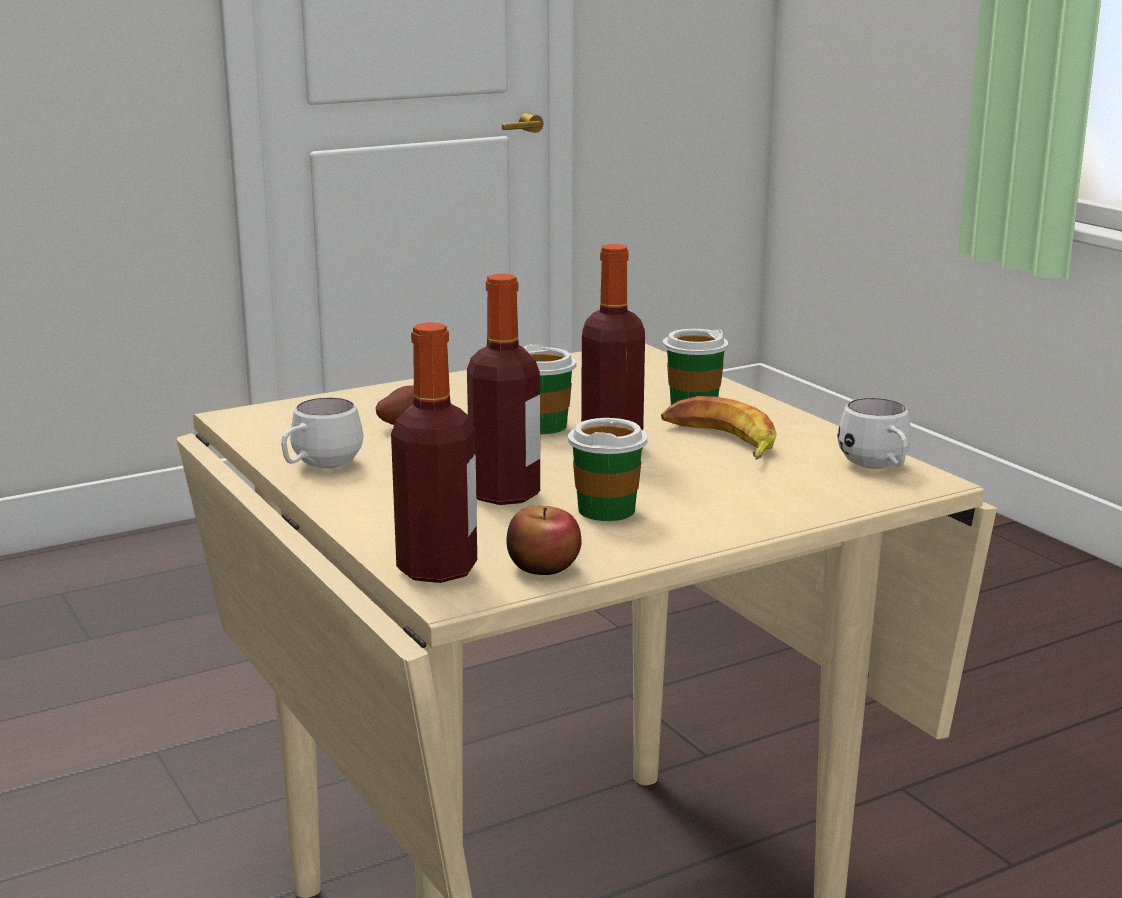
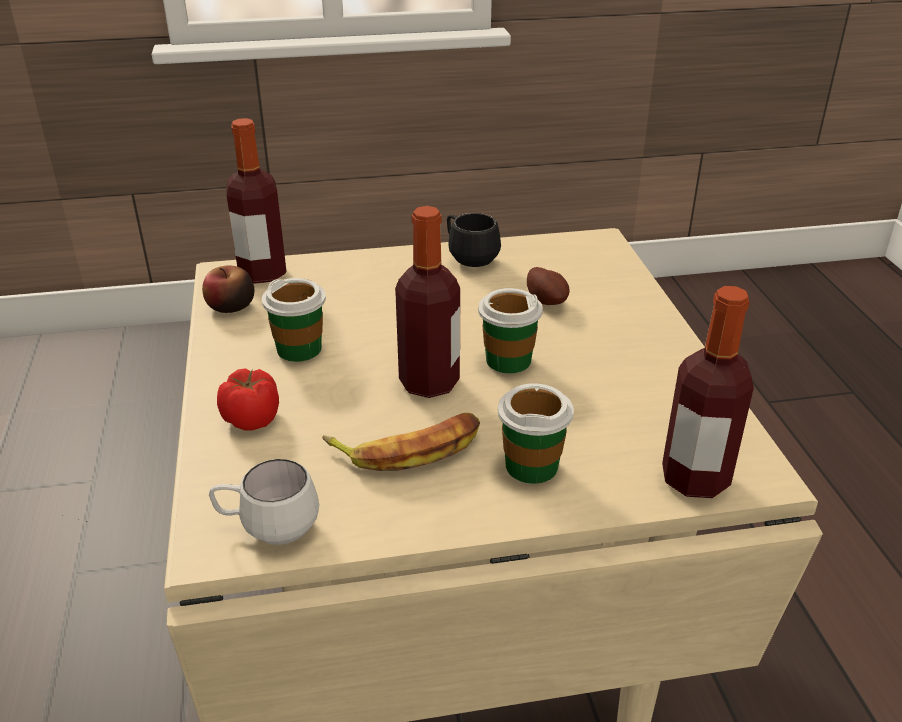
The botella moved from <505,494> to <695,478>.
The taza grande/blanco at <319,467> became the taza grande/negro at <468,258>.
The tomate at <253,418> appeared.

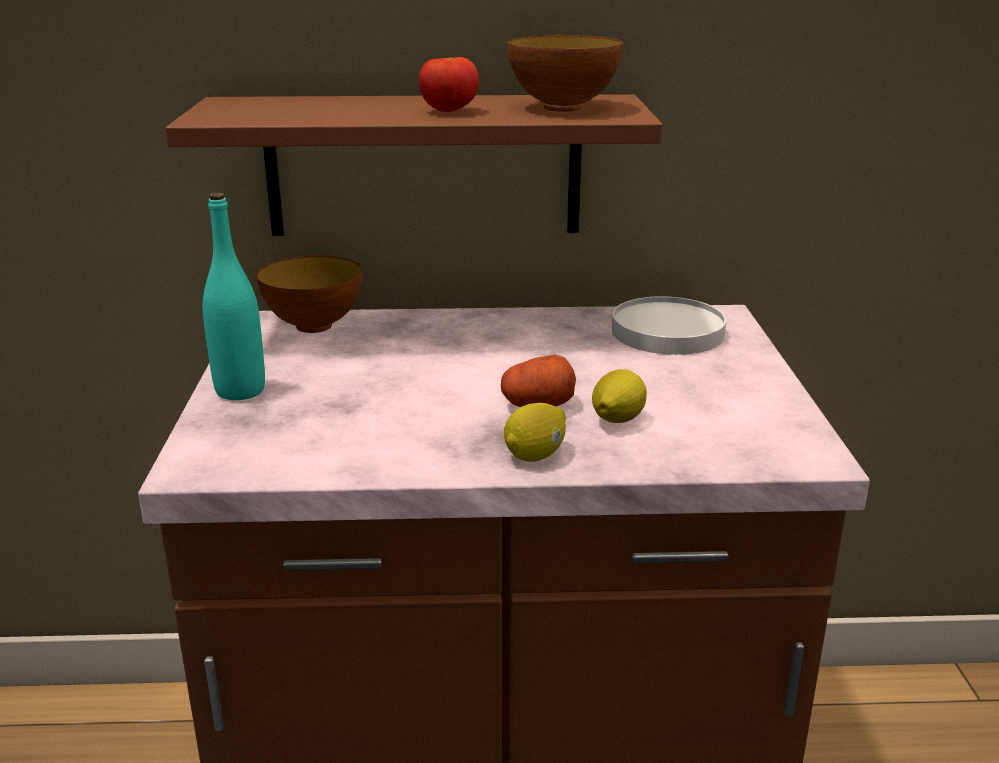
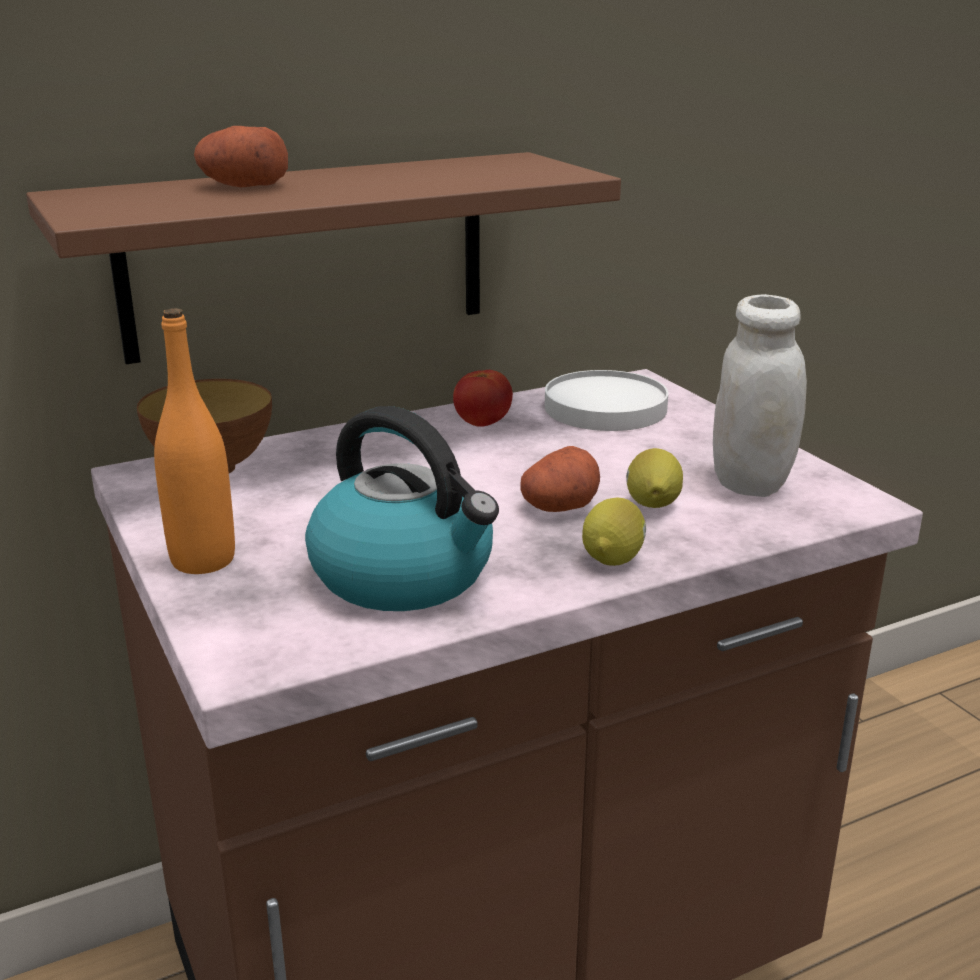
The cuenco at <563,108> disappeared.
The tomate moved from <449,111> to <482,424>.
The botella/turquesa at <240,390> became the botella/naranja at <203,560>.
The patata at <242,186> appeared.
The tarro/blanco at <750,483> appeared.
The hervidor at <405,575> appeared.

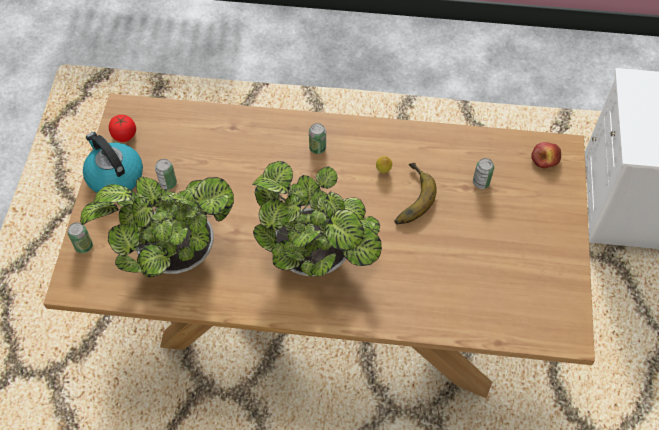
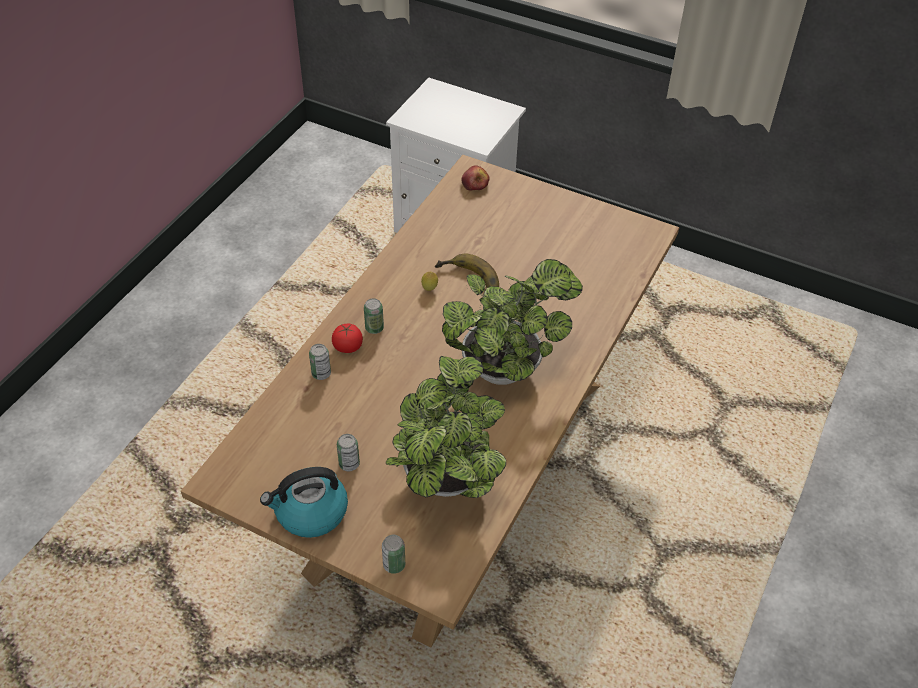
The tomate moved from <124,135> to <348,347>.
The lata moved from <481,182> to <321,374>.

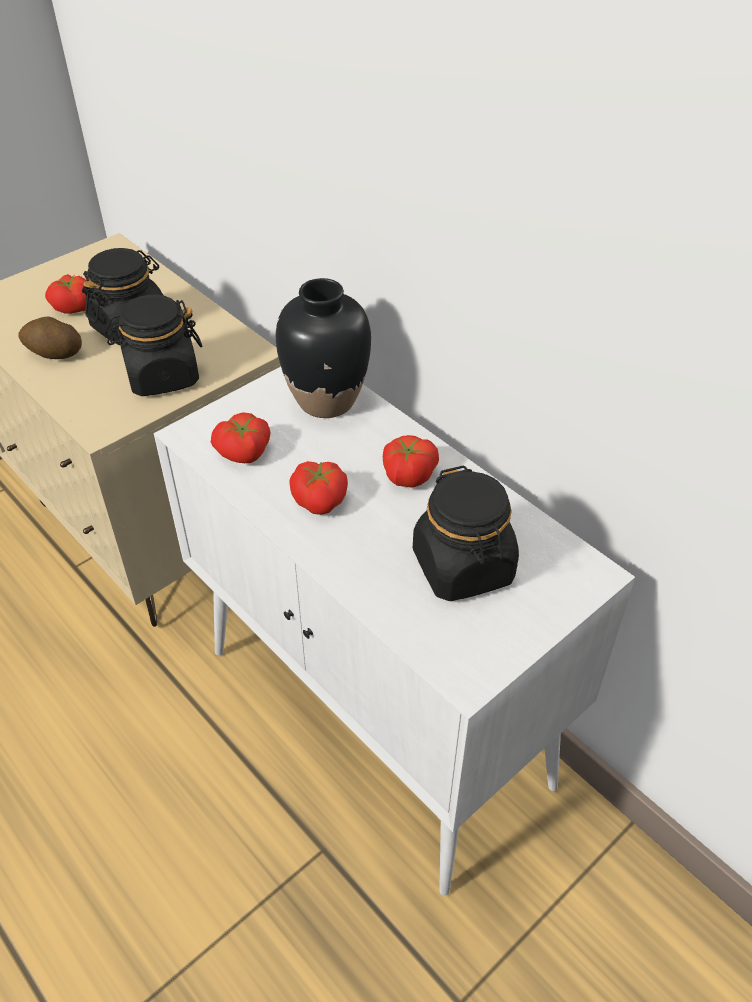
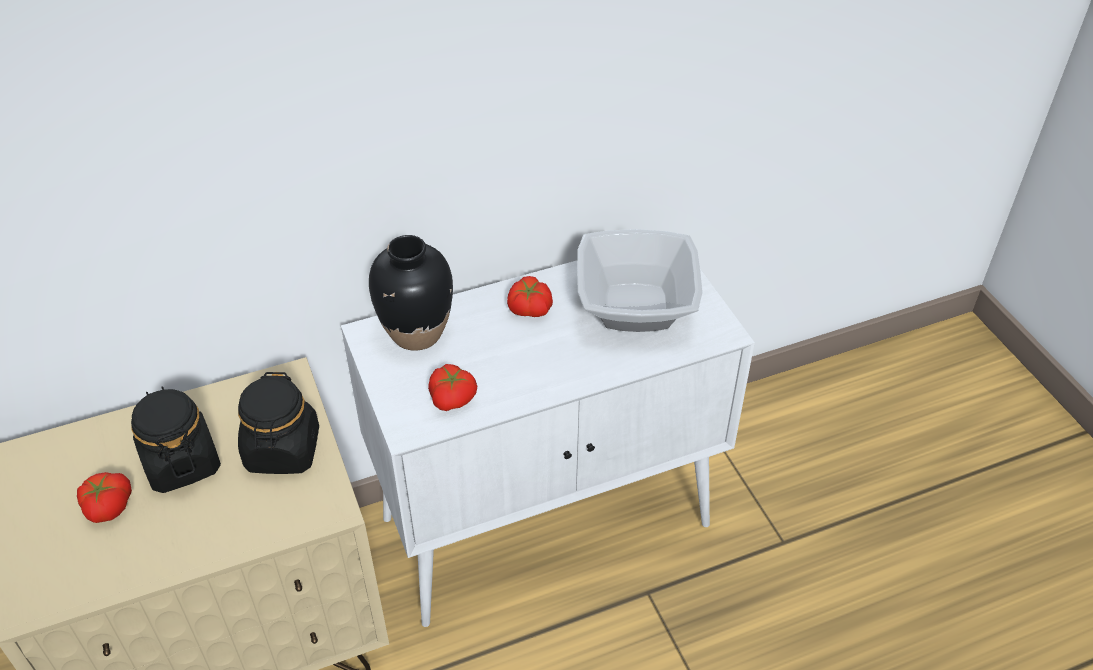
The patata at <54,353> disappeared.
The tomate at <321,499> disappeared.
The tarro/negro at <463,567> was replaced by the cuenco at <633,307>.

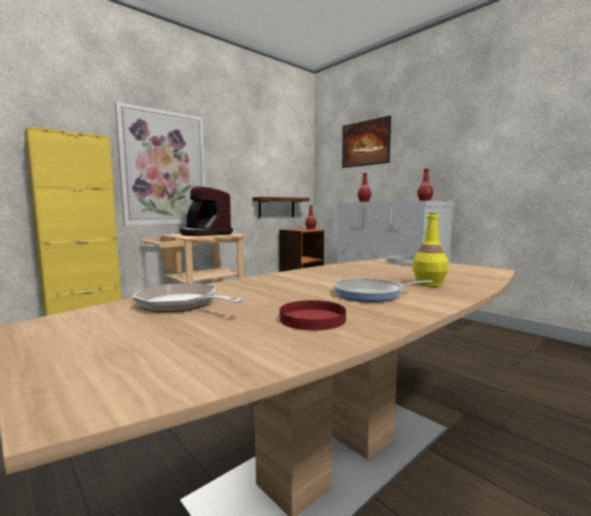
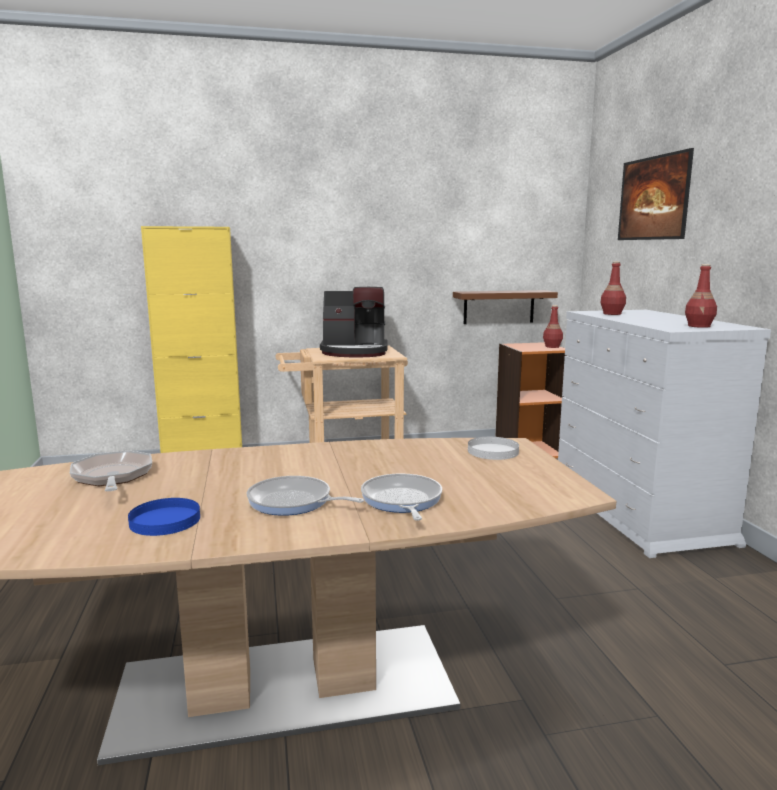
The cuadro at <164,169> disappeared.
The cafetera at <204,234> turned 75 degrees counterclockwise.
The botella/amarillo at <429,284> was replaced by the sartén at <401,501>.
The plato/rojo at <313,318> became the plato/azul at <165,520>.

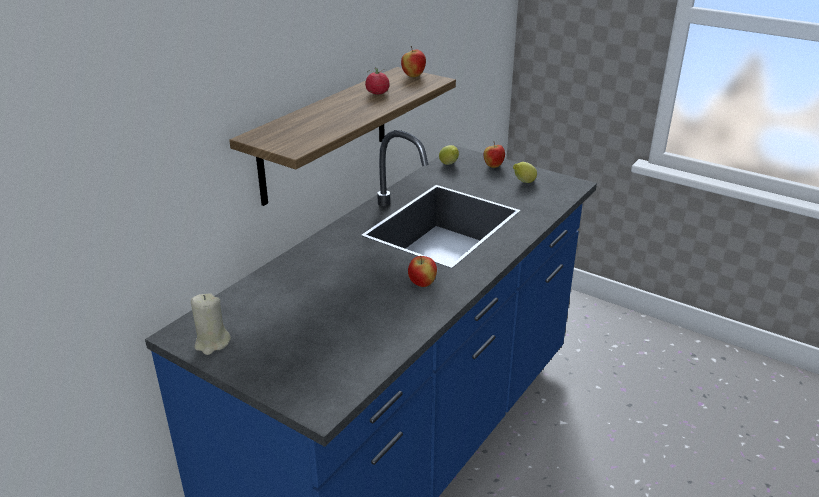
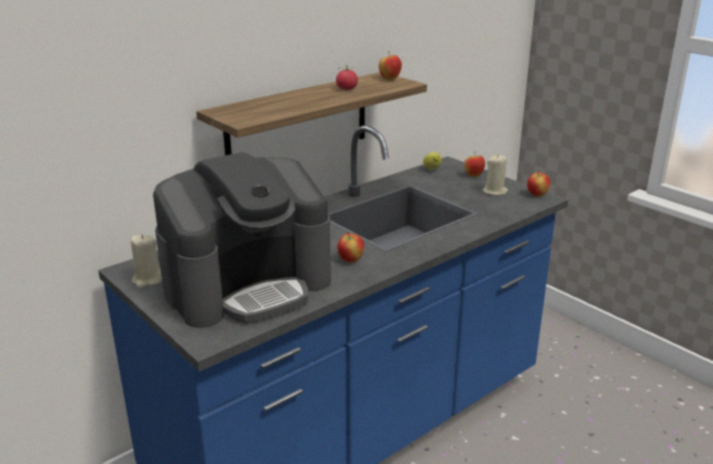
The limón at <523,182> was replaced by the vela/beis at <495,191>.
The cafetera at <248,285> appeared.
The manzana at <537,195> appeared.

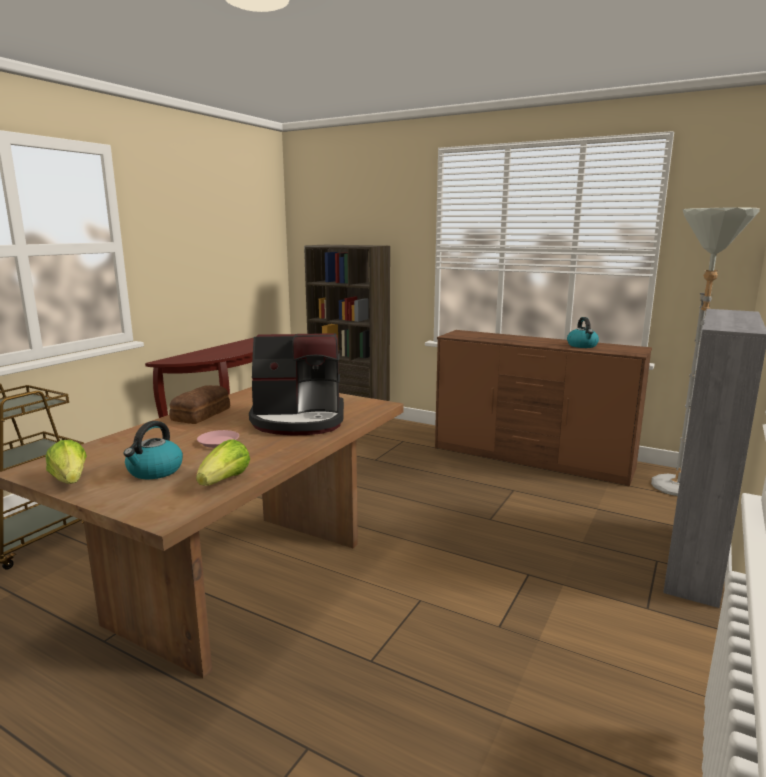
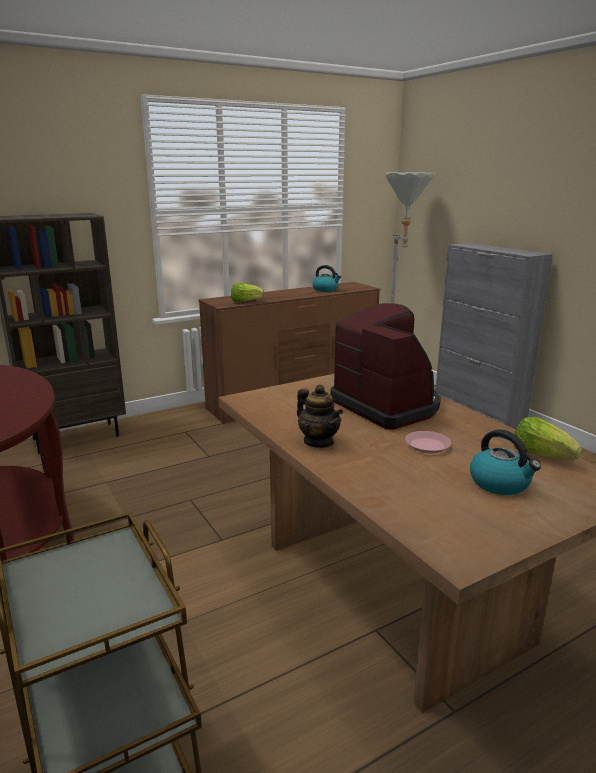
The cafetera at <299,420> turned 60 degrees counterclockwise.
The pan at <203,414> was replaced by the tetera at <319,442>.
The lechuga moved from <70,480> to <245,302>.

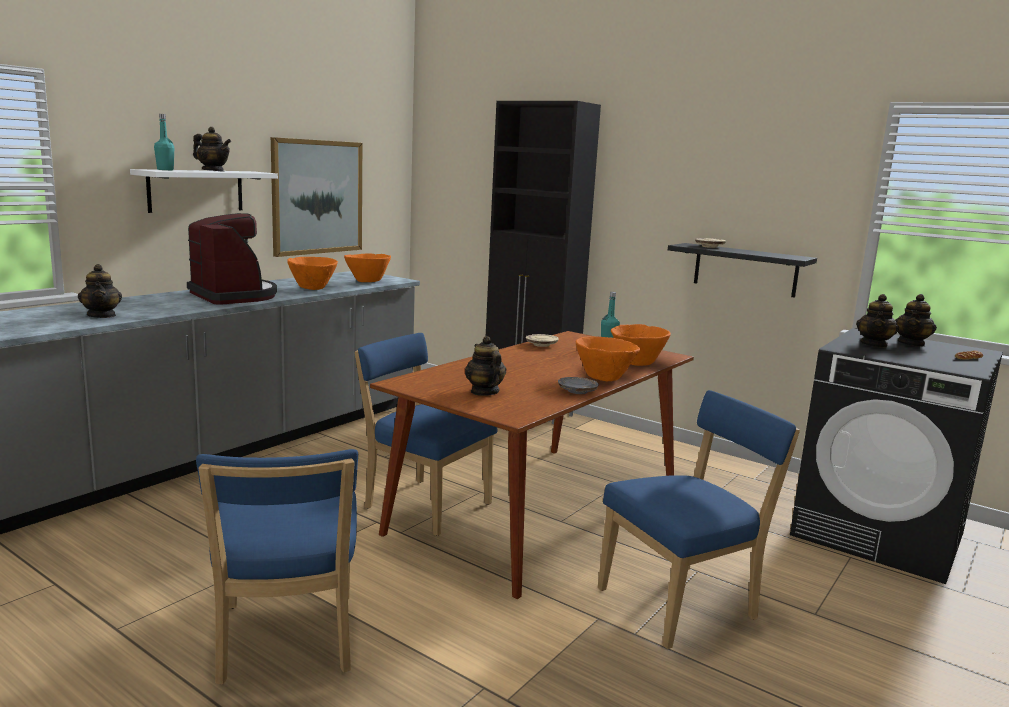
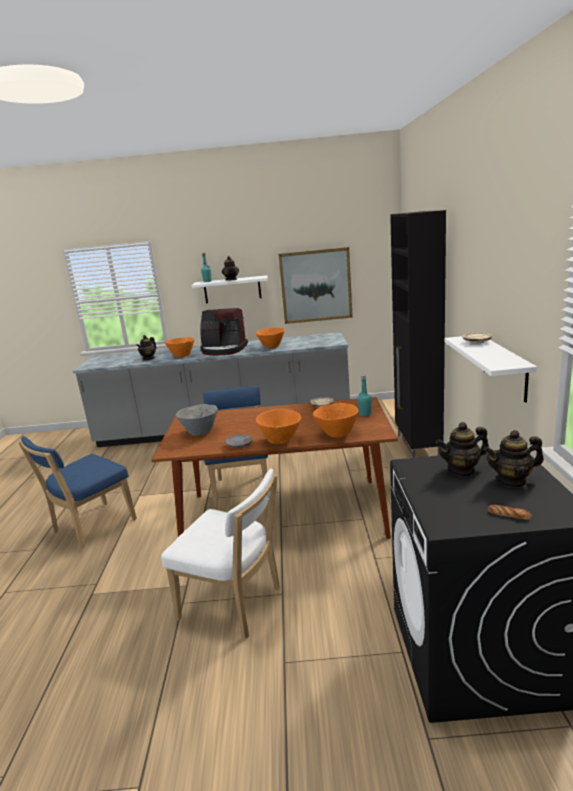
The cafetera at <234,296> turned 90 degrees clockwise.
The estante/negro at <745,270> became the estante/blanco at <504,367>.
The cuenco/naranja moved from <367,281> to <182,356>.
The tetera at <484,392> was replaced by the cuenco/gris at <200,432>.
The silla/azul at <683,603> became the silla/blanco at <234,605>.

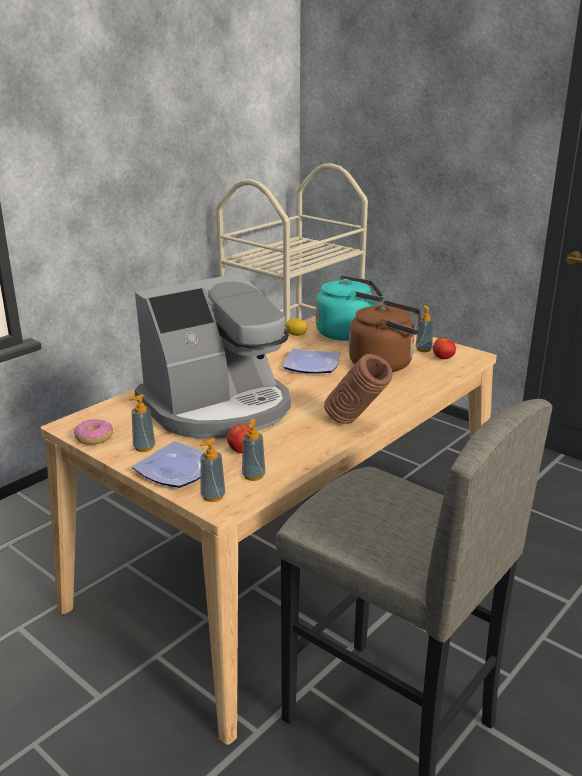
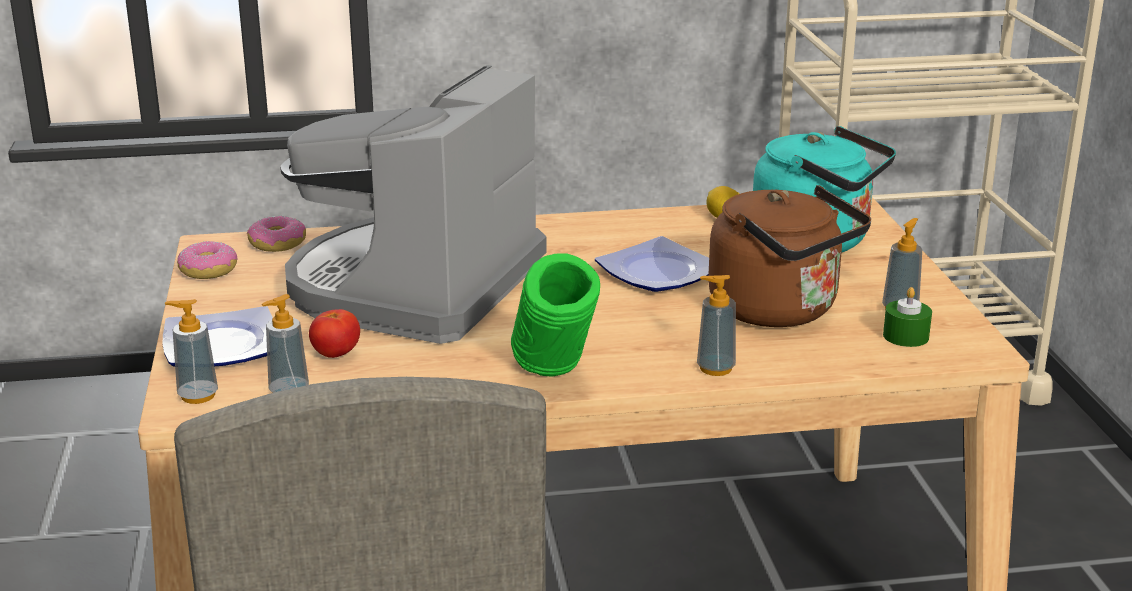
The cafetera at <218,408> turned 105 degrees clockwise.
The tomate at <443,358> was replaced by the vela/verde at <905,336>.
The florero/marrón at <356,424> became the florero/verde at <554,381>.
The dispensador de jabón moved from <144,447> to <715,368>.
The rosquilla at <277,244> appeared.

